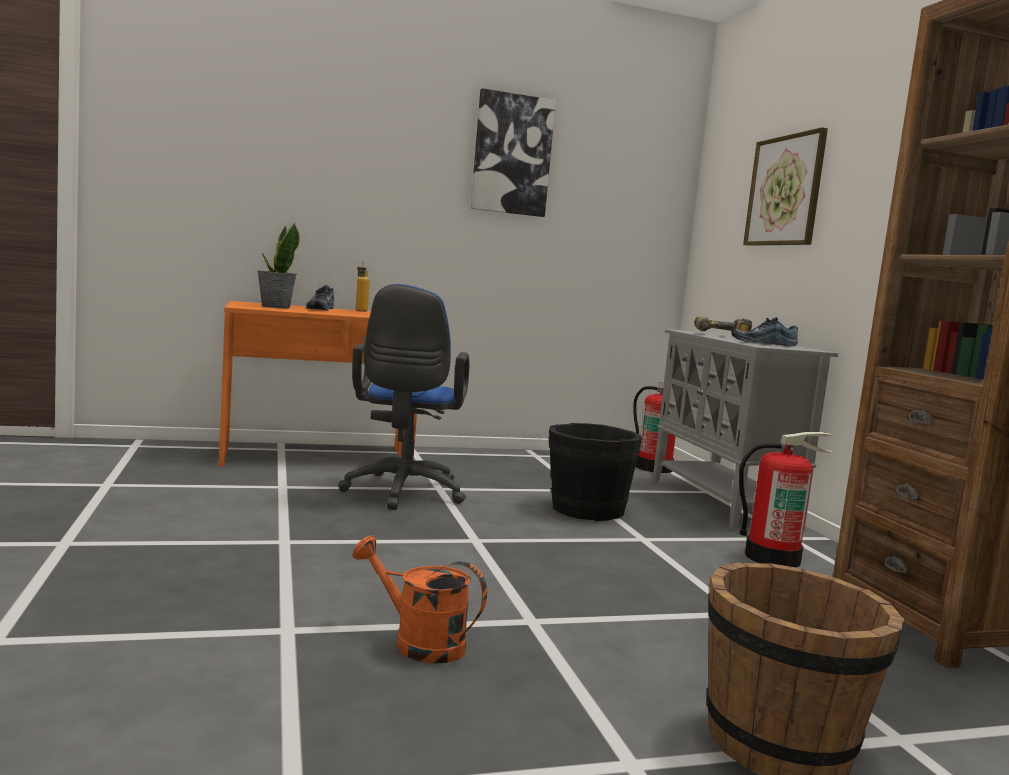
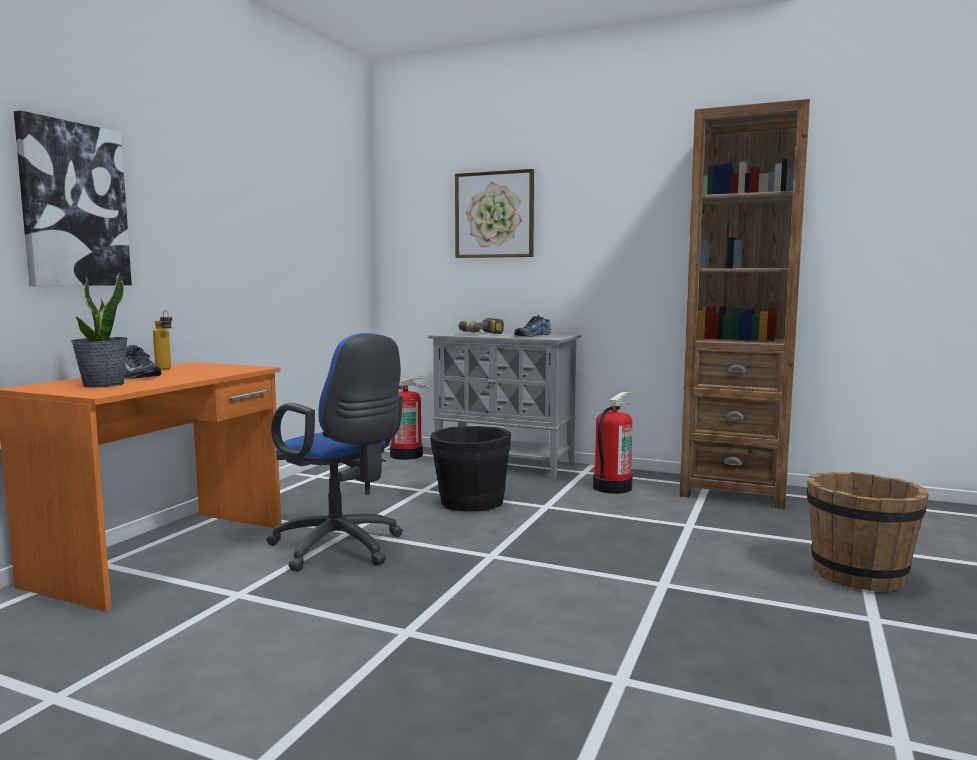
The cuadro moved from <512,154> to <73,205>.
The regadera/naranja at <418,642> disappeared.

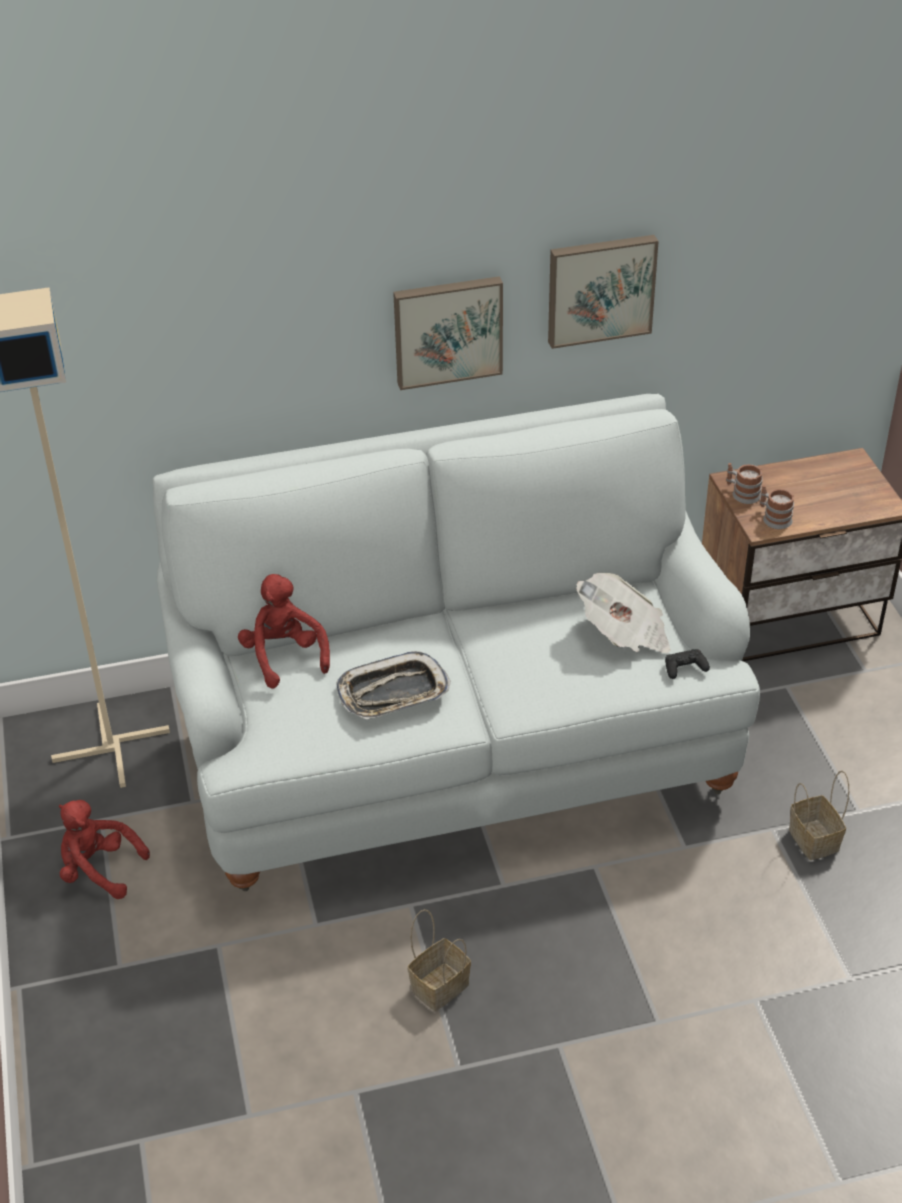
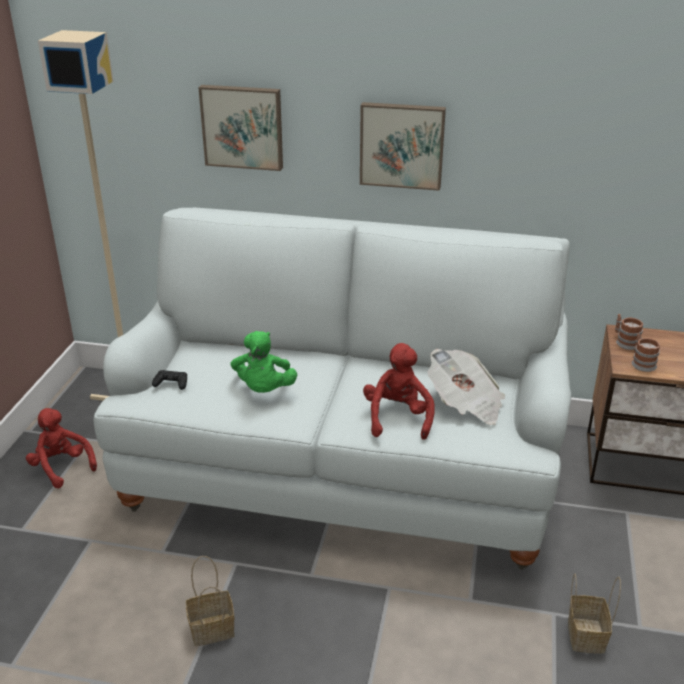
The cuadro moved from <600,289> to <243,126>.
The peluche/rojo moved from <284,656> to <397,418>.
The mando de consola/negro moved from <685,667> to <171,383>.
The bandeja at <393,693> was replaced by the peluche/verde at <264,390>.

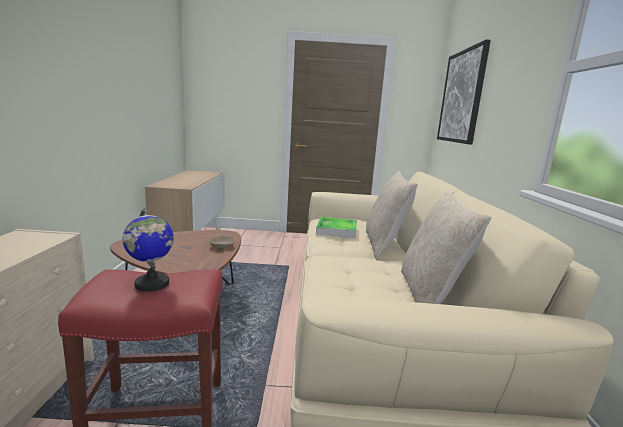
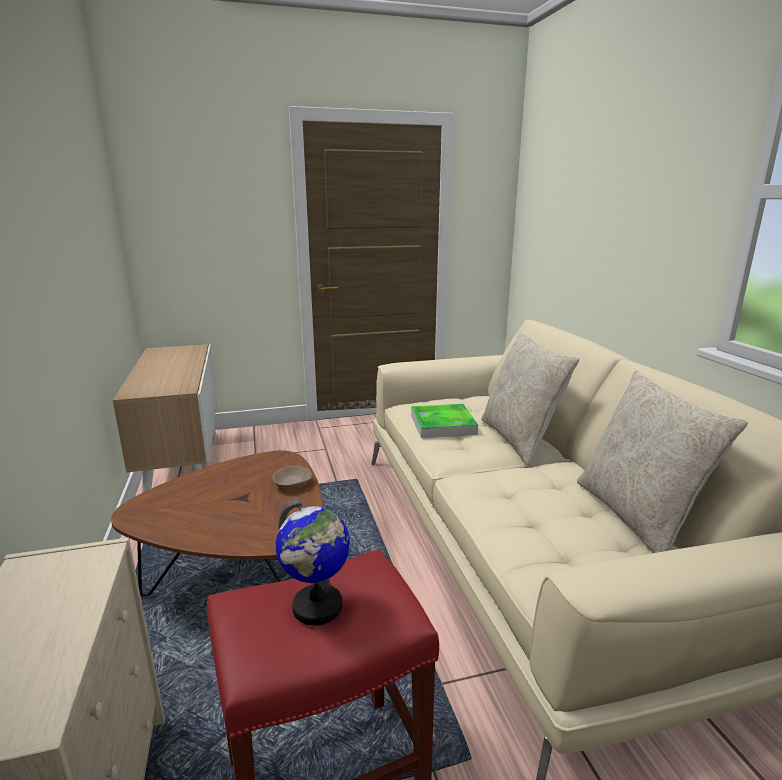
The cuadro at <461,97> disappeared.

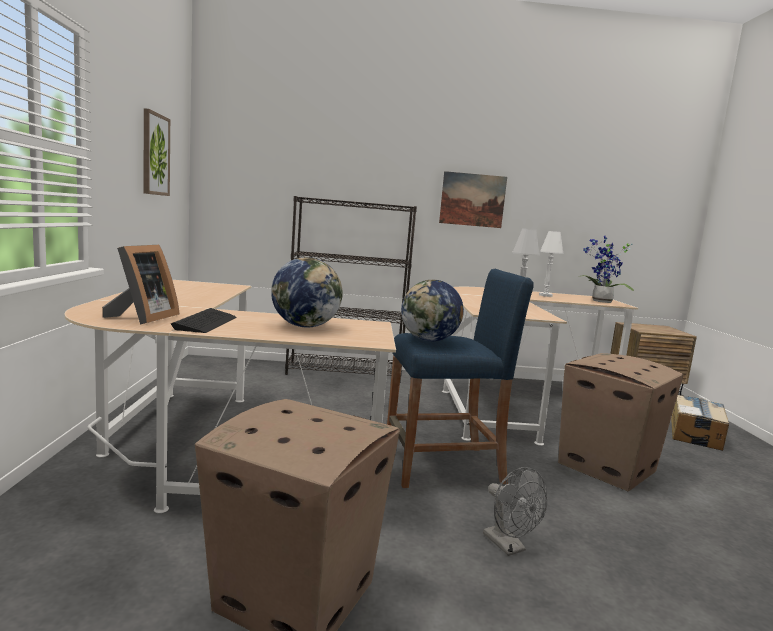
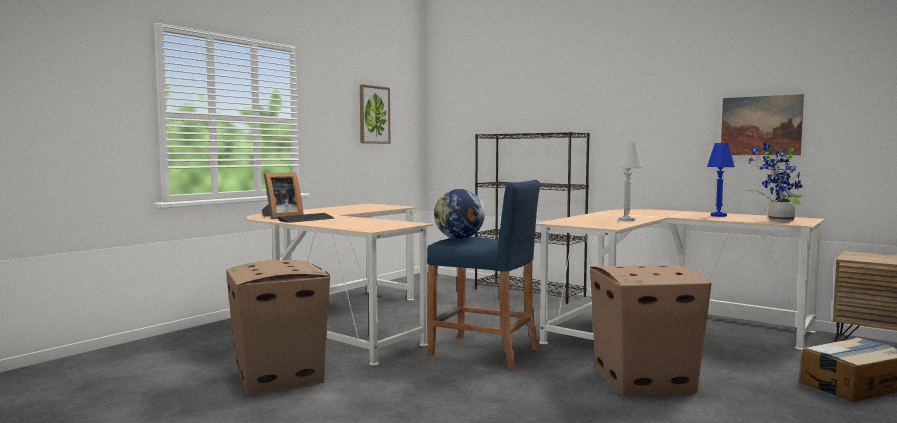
The cuadro moved from <472,200> to <760,125>.
The lámpara de mesa/blanco at <545,295> became the lámpara de mesa/azul at <718,216>.
The globo terráqueo at <305,326> disappeared.
The ventilador/gris at <508,546> disappeared.

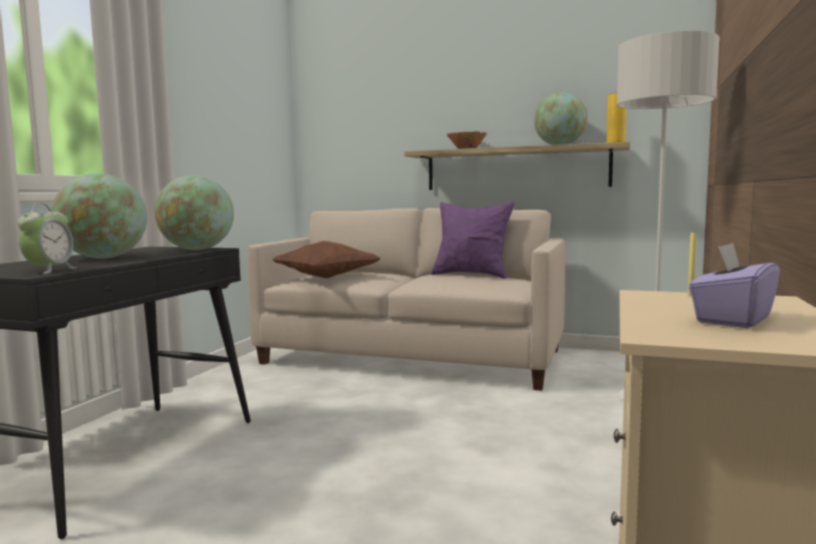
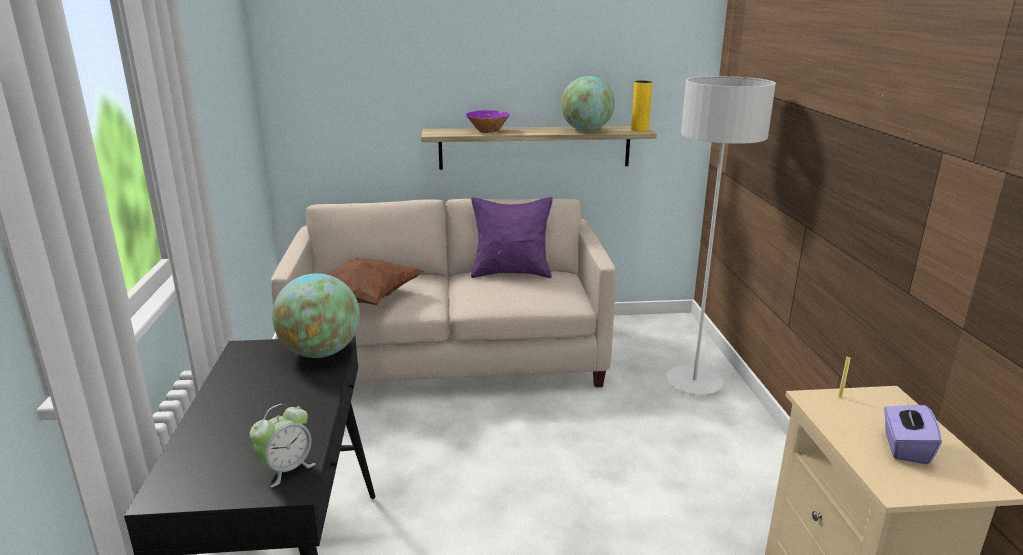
The globo terráqueo at <104,258> disappeared.
The despertador at <49,270> turned 60 degrees clockwise.

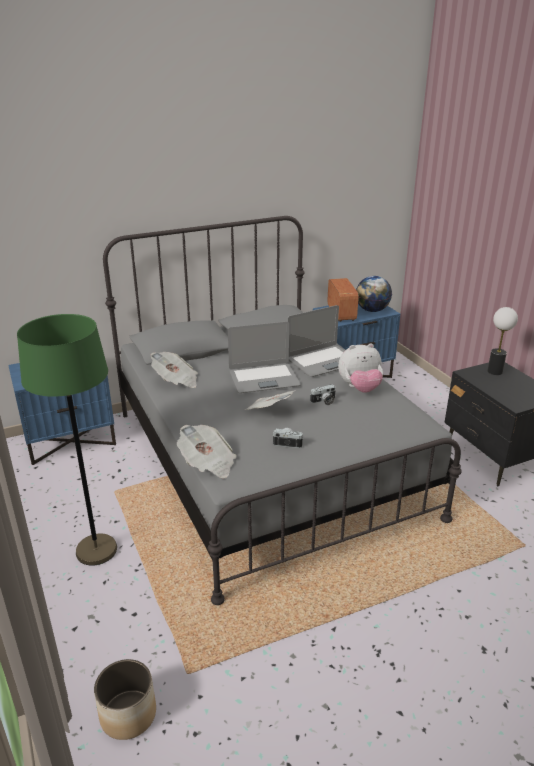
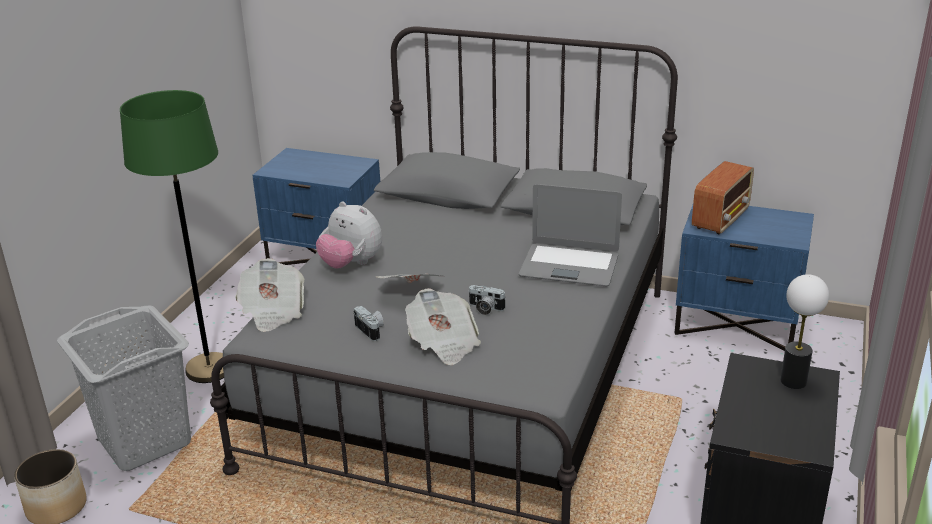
The globo terráqueo at <372,310> disappeared.
The portátil at <263,379> disappeared.
The peluche moved from <360,388> to <351,264>.
The periódico moved from <176,381> to <443,343>.
The cesto de la ropa/gris at <145,440> appeared.

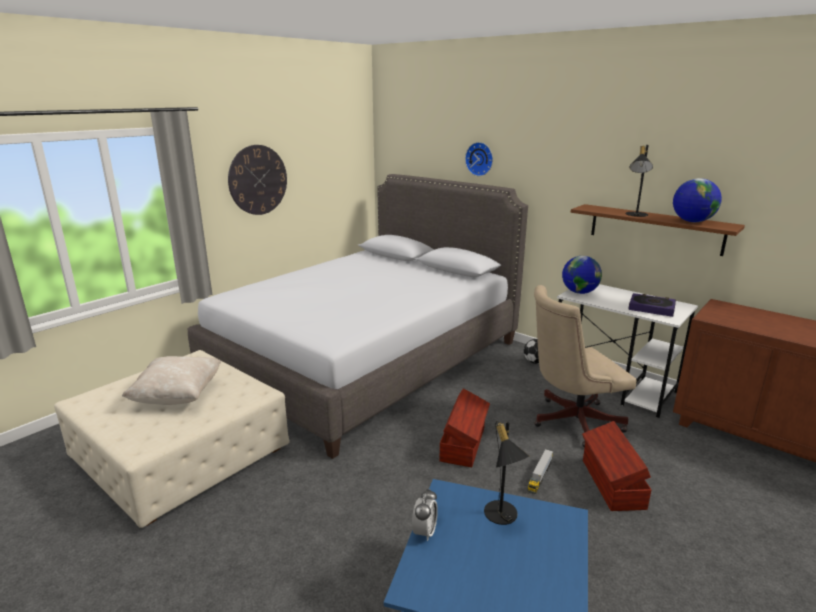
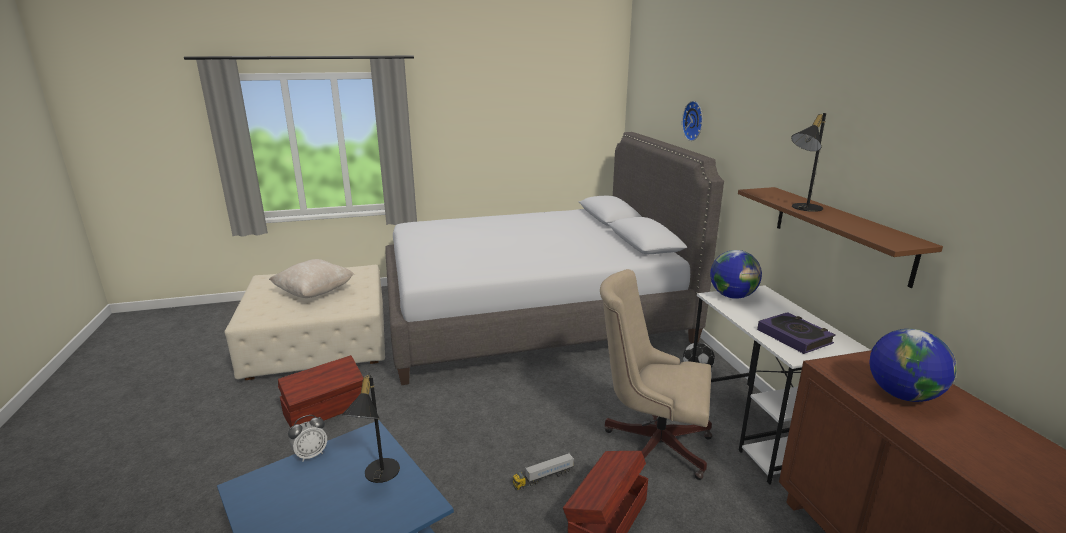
The reloj de pared at <258,180> disappeared.
The globo terráqueo moved from <692,221> to <902,395>.
The caja de almacenaje/marrón moved from <464,443> to <326,410>.

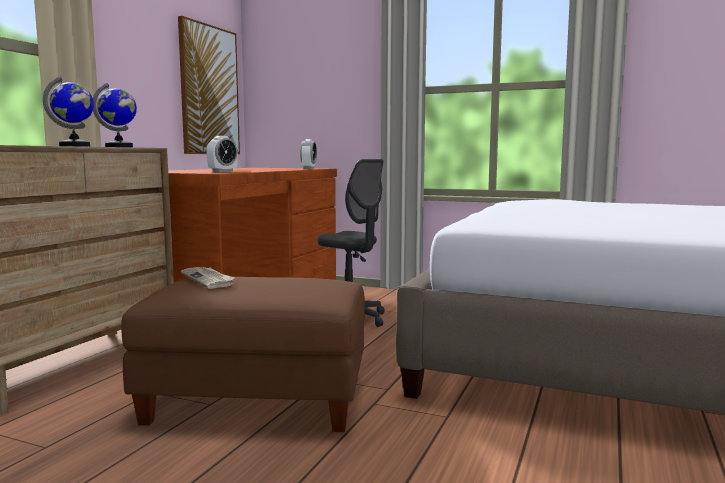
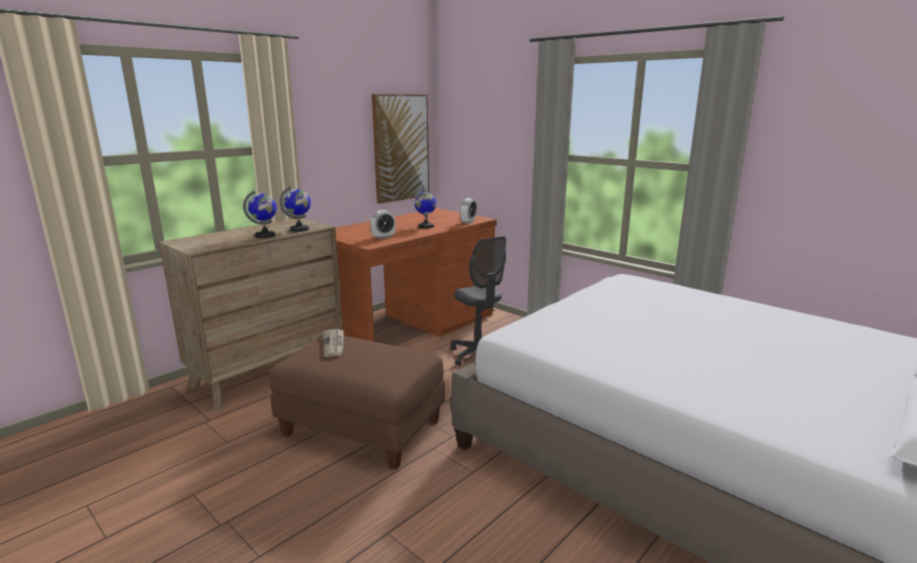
The globo terráqueo at <426,226> appeared.

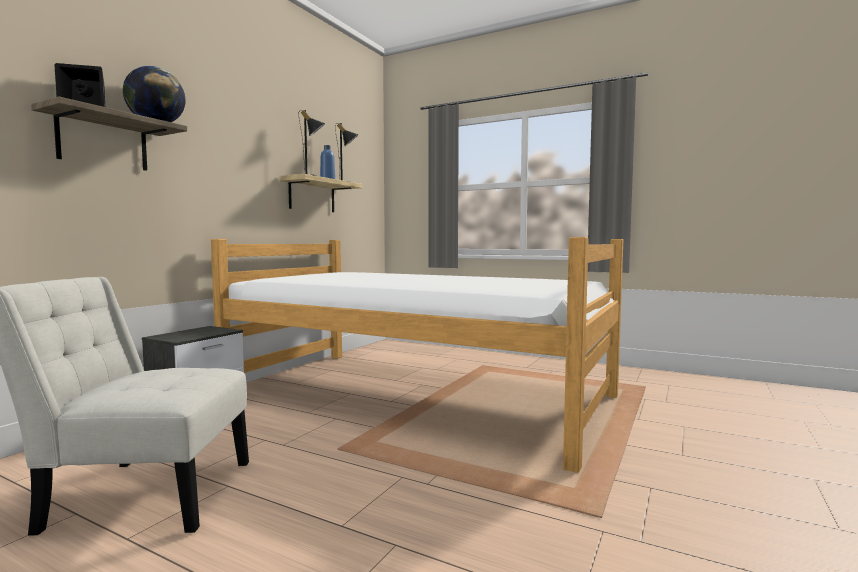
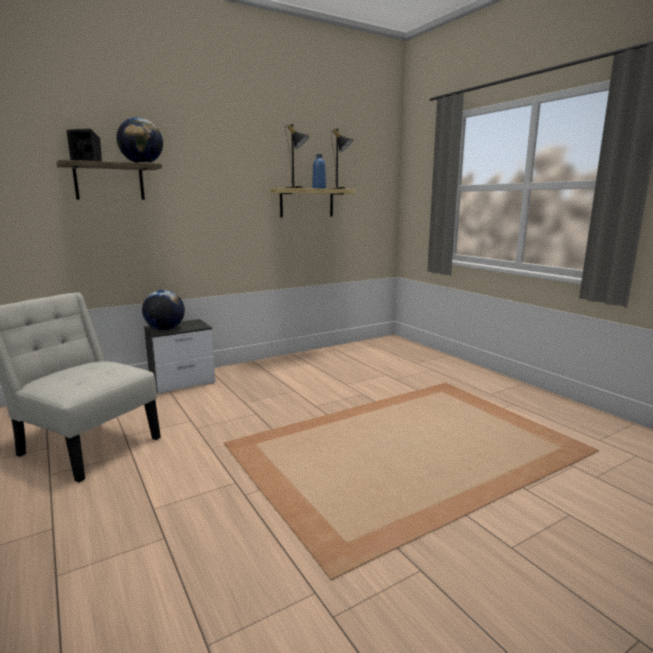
The cama at <415,394> disappeared.
The globo terráqueo at <165,329> appeared.

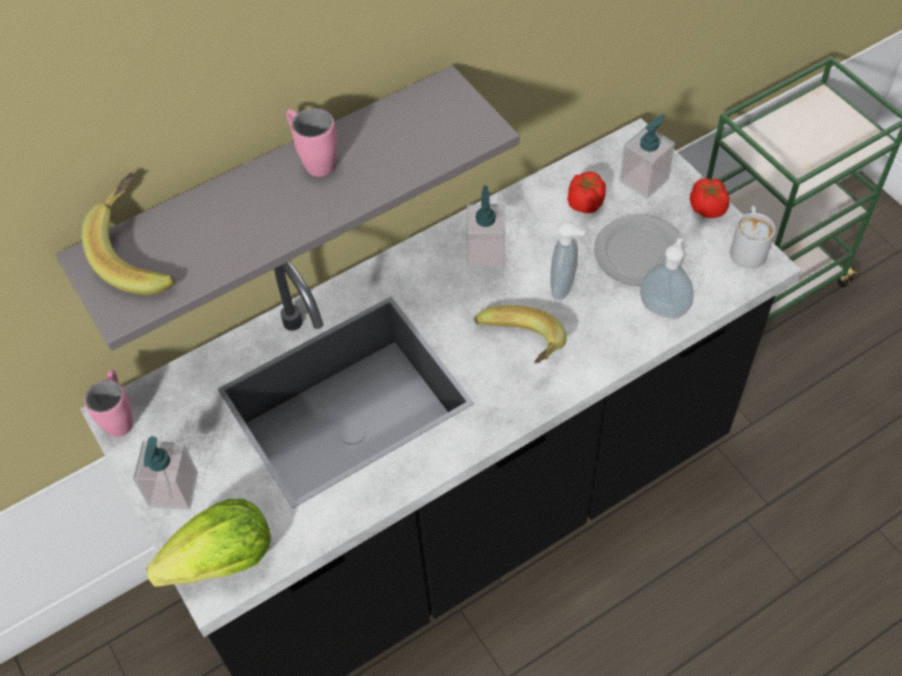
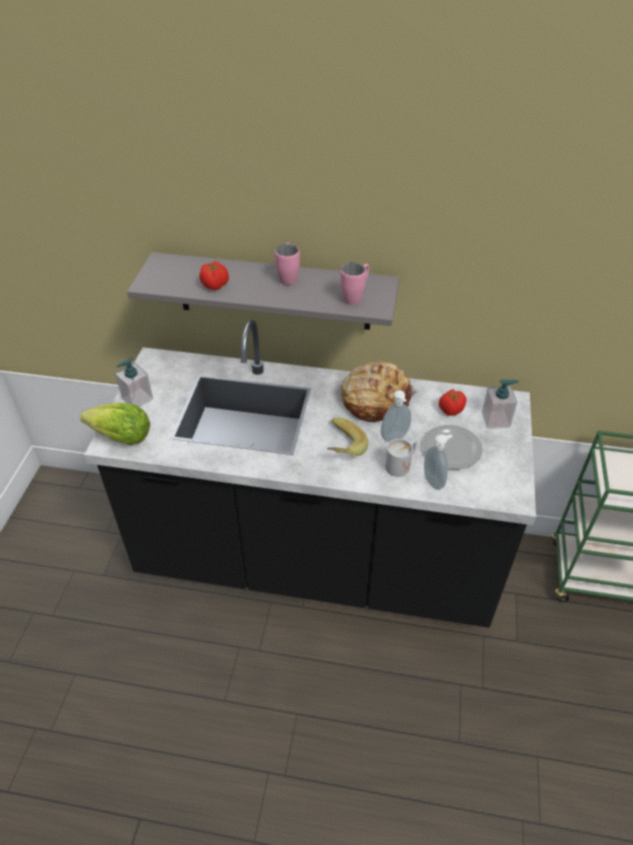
The plátano at <142,253> disappeared.
The tomate moved from <707,209> to <215,285>.
The dispensador de jabón at <486,253> was replaced by the pan at <375,399>.
The taza grande/blanco moved from <747,247> to <401,464>.
The taza grande/rosa moved from <120,417> to <355,297>.

